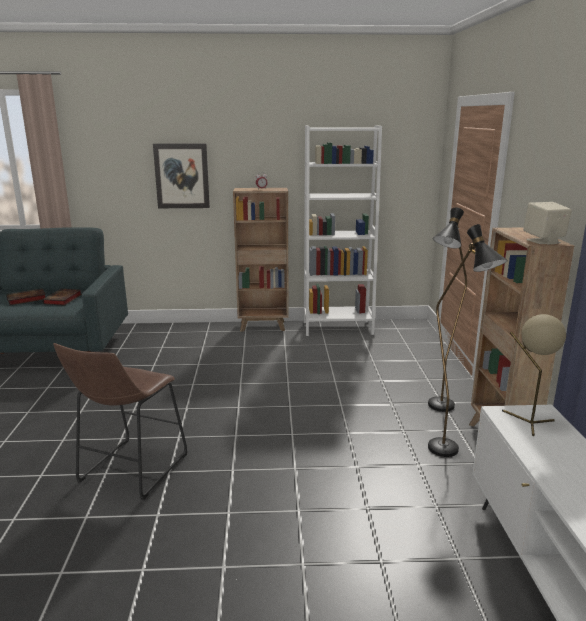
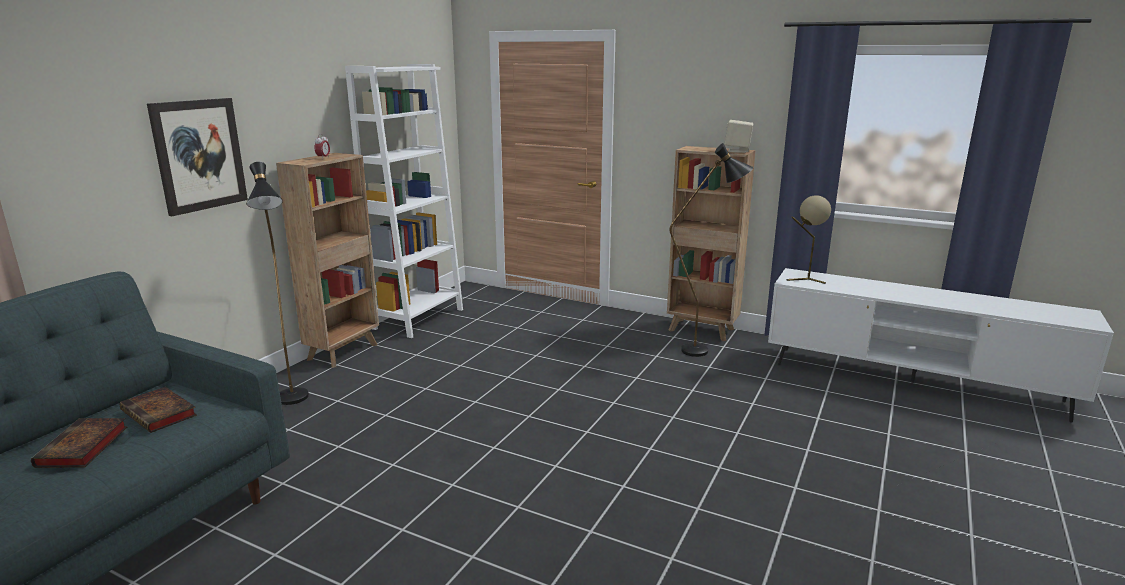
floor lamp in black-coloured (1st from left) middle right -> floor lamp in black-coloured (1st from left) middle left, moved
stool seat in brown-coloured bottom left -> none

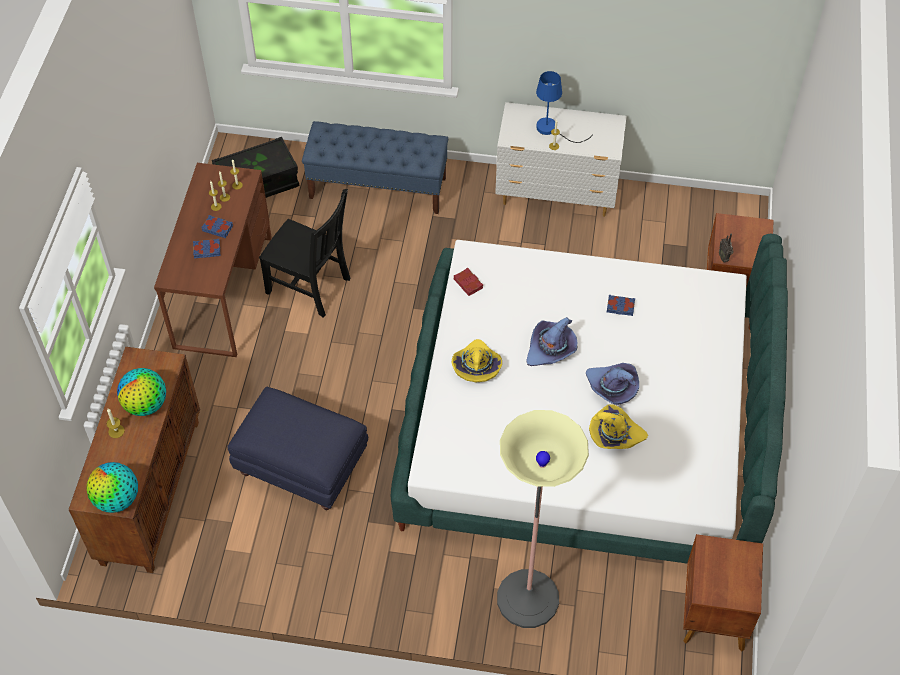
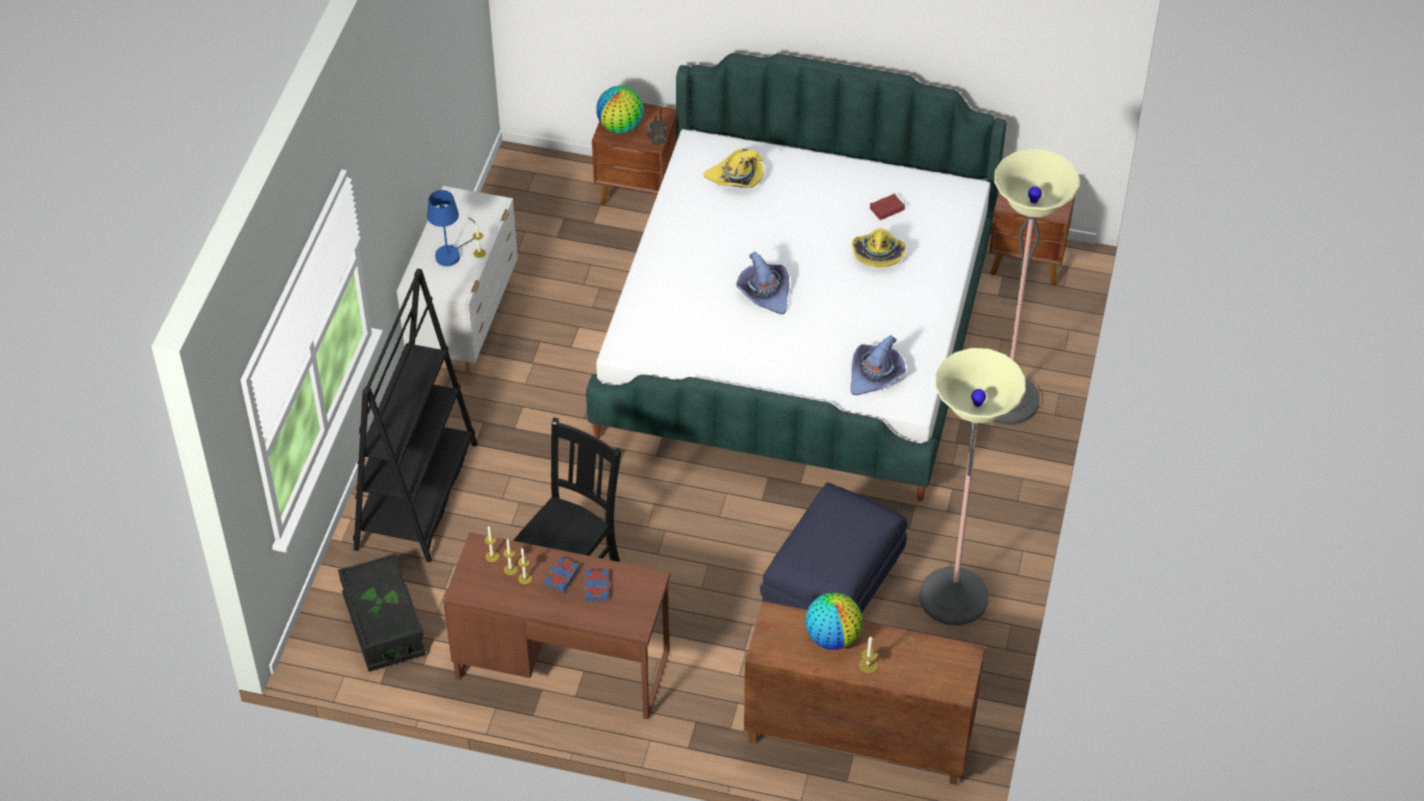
indoor bench in blue top centre -> shelving unit in black-coloured middle left
desk globe (1st from left) bottom left -> desk globe (1st from left) top centre, moved
hat in yellow (1st from left) centre -> hat in yellow (1st from left) top centre, moved
hat in purple-coloured (2nd from left) middle right -> hat in purple-coloured (2nd from left) centre, moved
bound book in red centre -> bound book in red top centre, moved
none -> floor lamp (1st from left) middle right
bound book in blue (3rd from left) middle right -> none

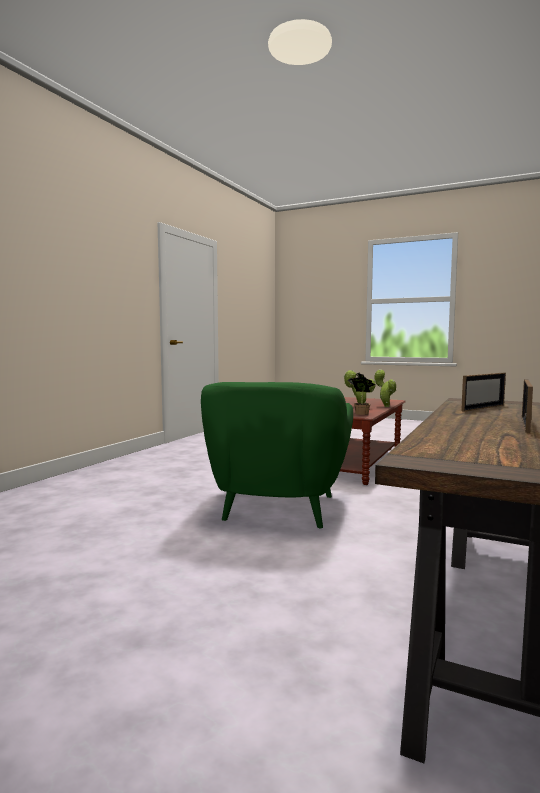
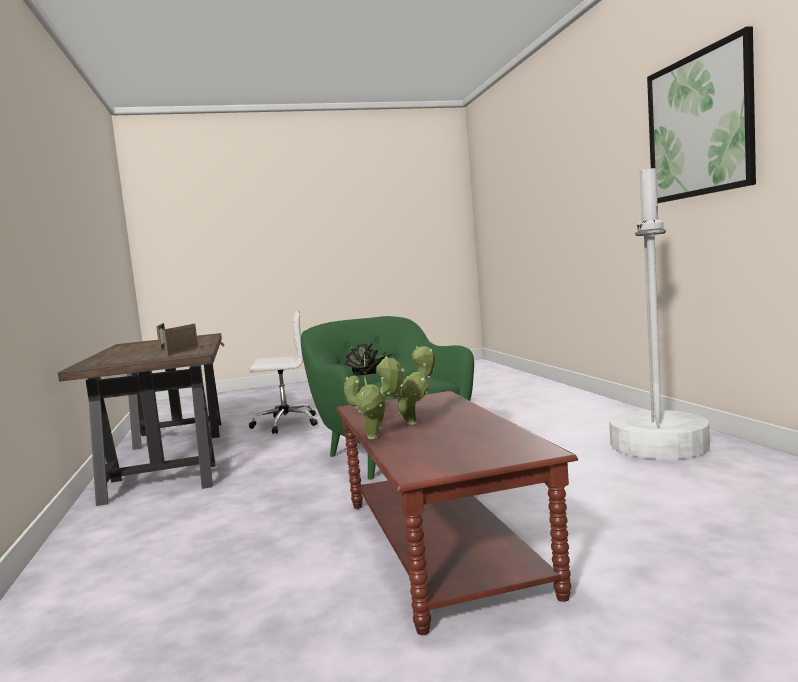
none -> desk chair in whitish centre
none -> floor lamp in whitish middle right
none -> picture top right

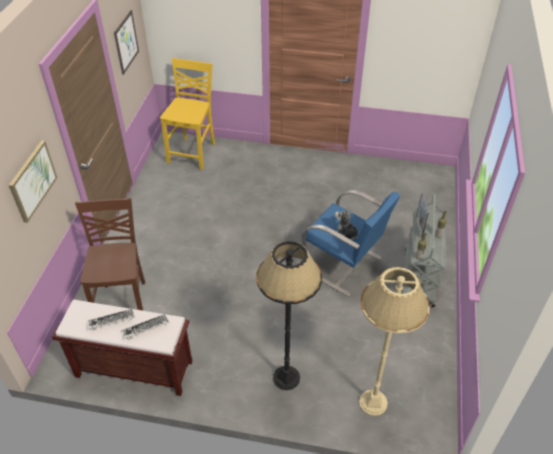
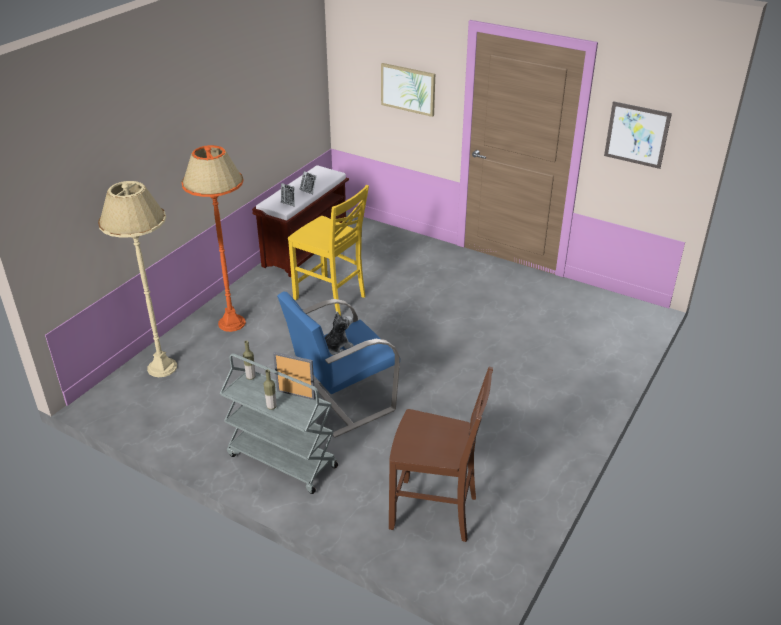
floor lamp in black-coloured bottom centre -> floor lamp in orange middle left
chair in yellow top centre -> chair in yellow centre, moved
chair in brown-coloured middle left -> chair in brown-coloured bottom centre, moved

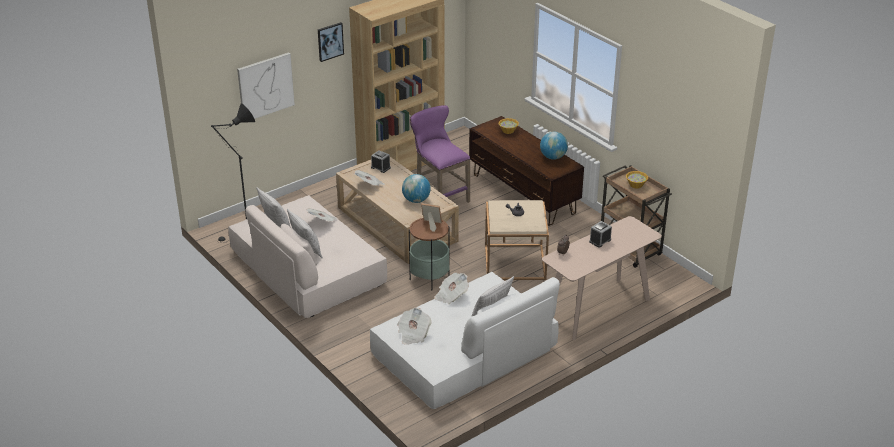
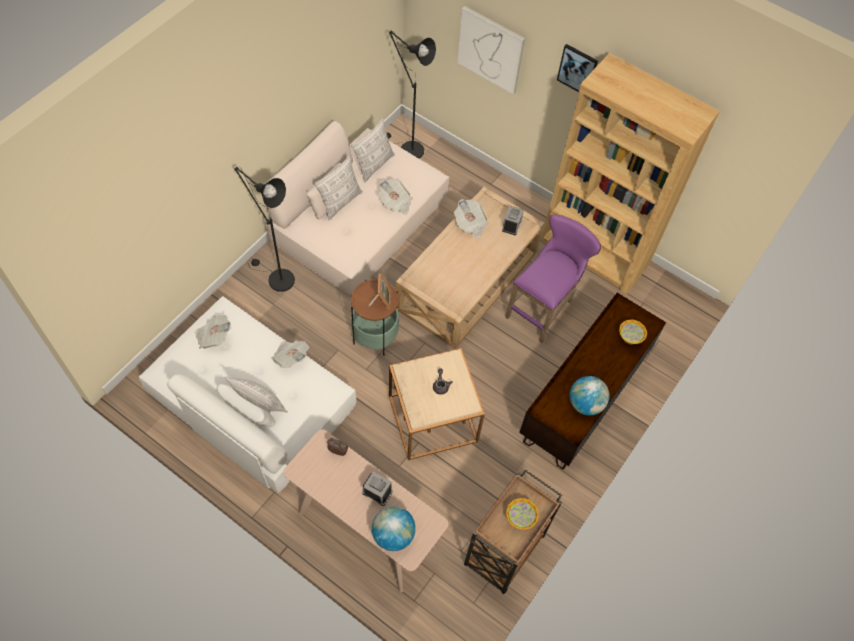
none -> floor lamp in black-coloured (1st from left) middle left
desk globe (1st from left) centre -> desk globe (1st from left) bottom centre, moved

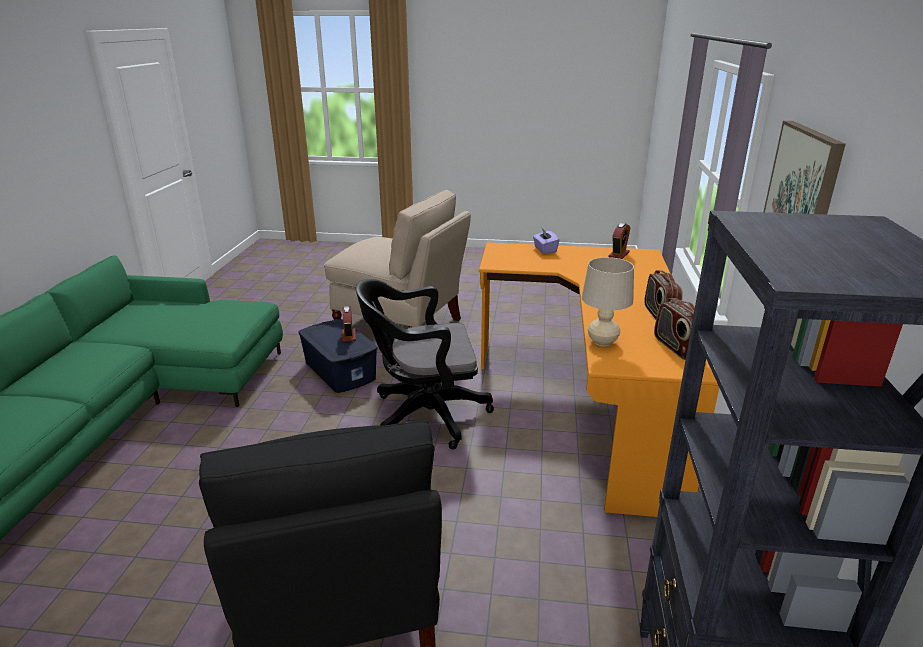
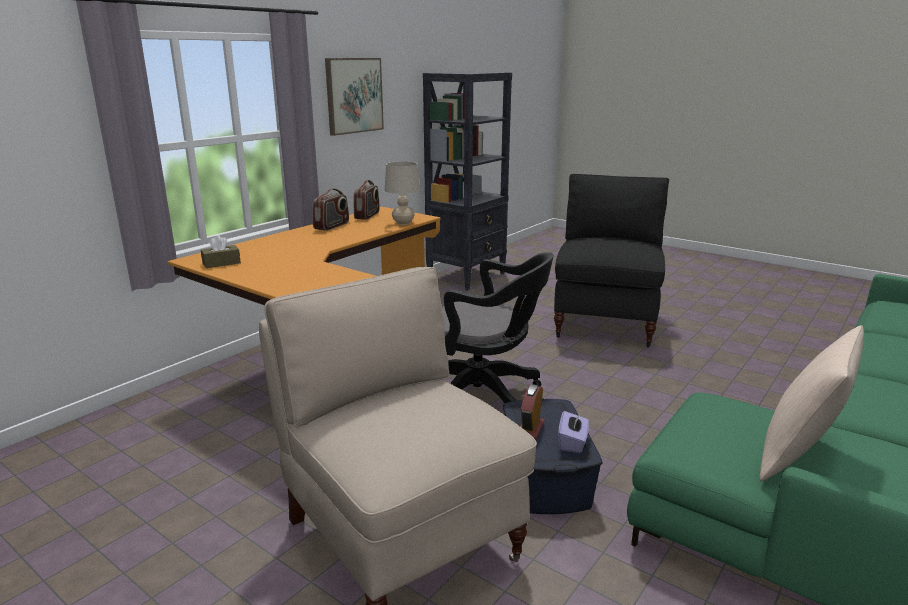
table clock (2nd from left) middle right -> box of tissues in brown-coloured middle left
box of tissues in purple-coloured centre -> box of tissues in purple-coloured bottom centre, moved
none -> throw pillow in beige-coloured middle right

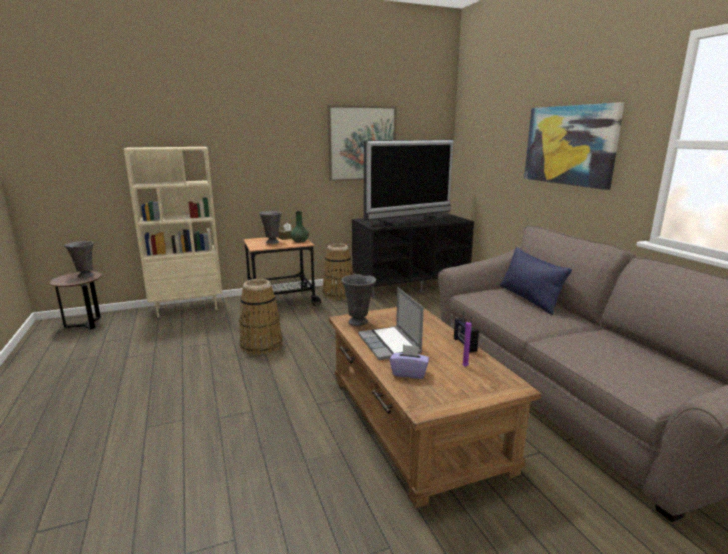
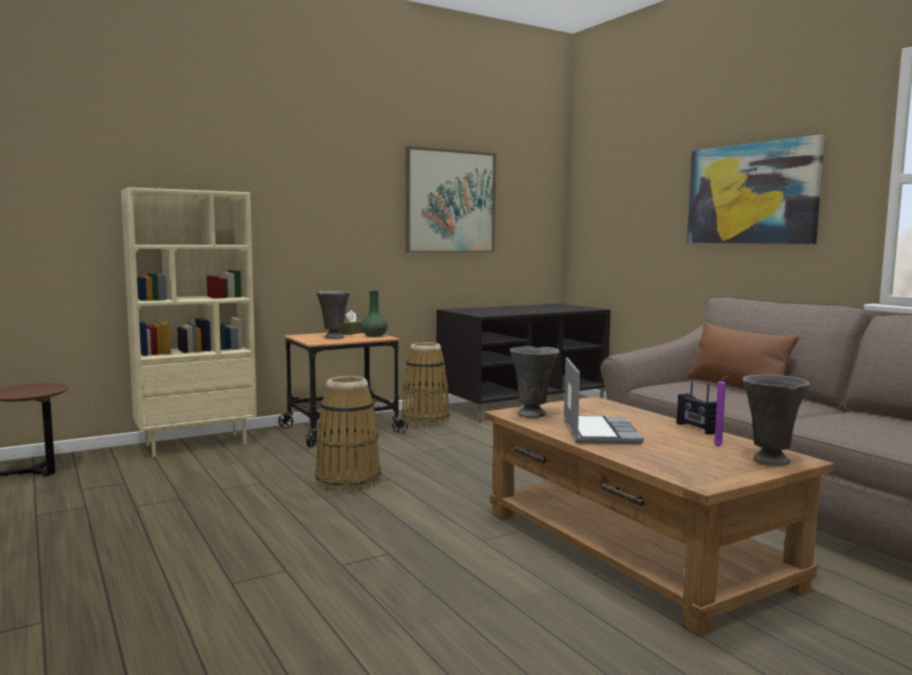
notebook computer centre, 150 degrees counterclockwise
throw pillow in blue middle right -> throw pillow in brown-coloured middle right
flower vase in gray (1st from left in the first image) middle left -> flower vase in gray (3rd from left) middle right, moved
television top centre -> none
box of tissues in purple-coloured centre -> none

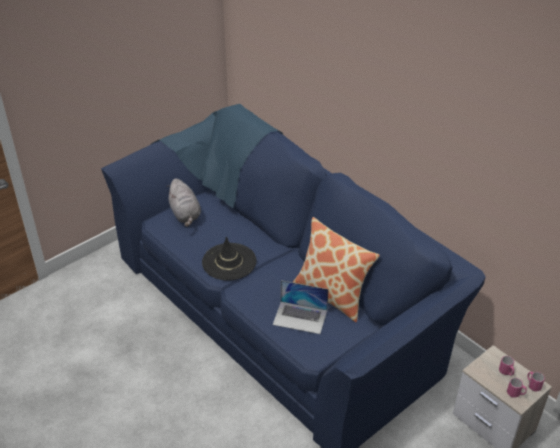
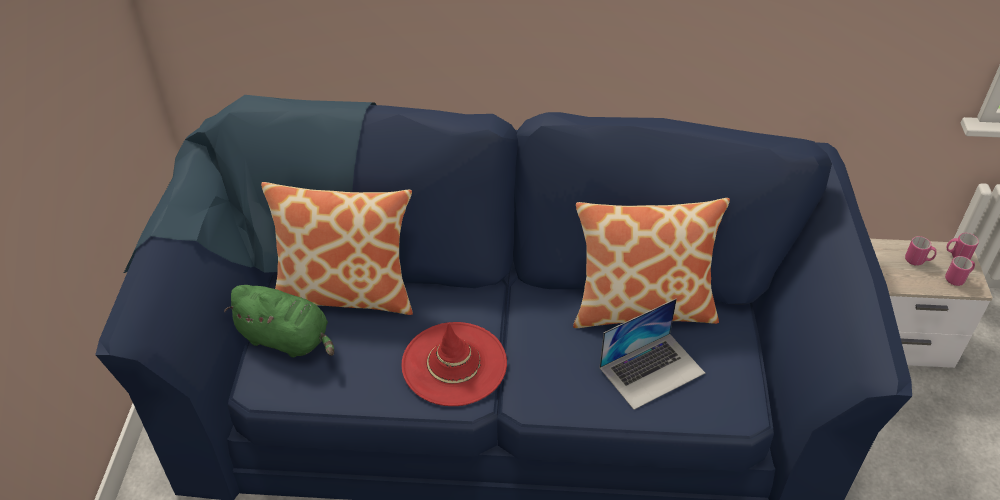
soft toy in gray middle left -> soft toy in greenish middle left
none -> throw pillow (1st from left) centre
hat in black-coloured centre -> hat in red bottom centre

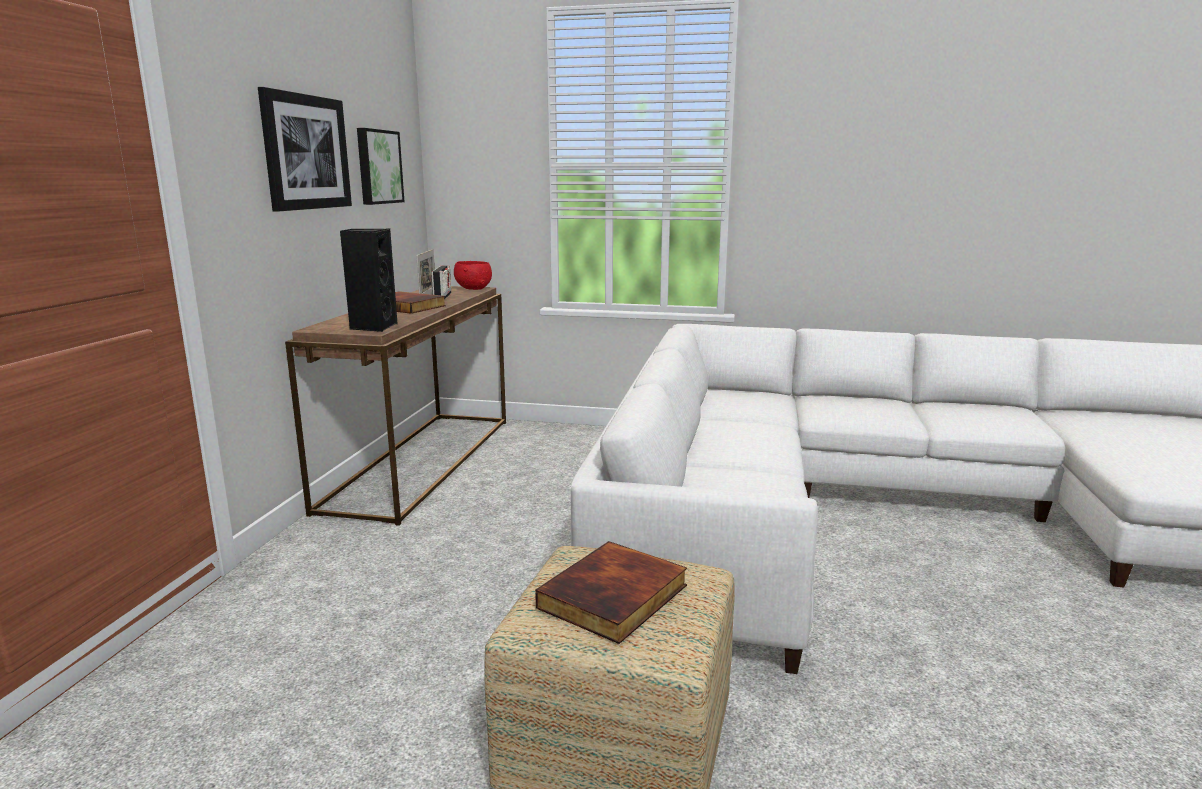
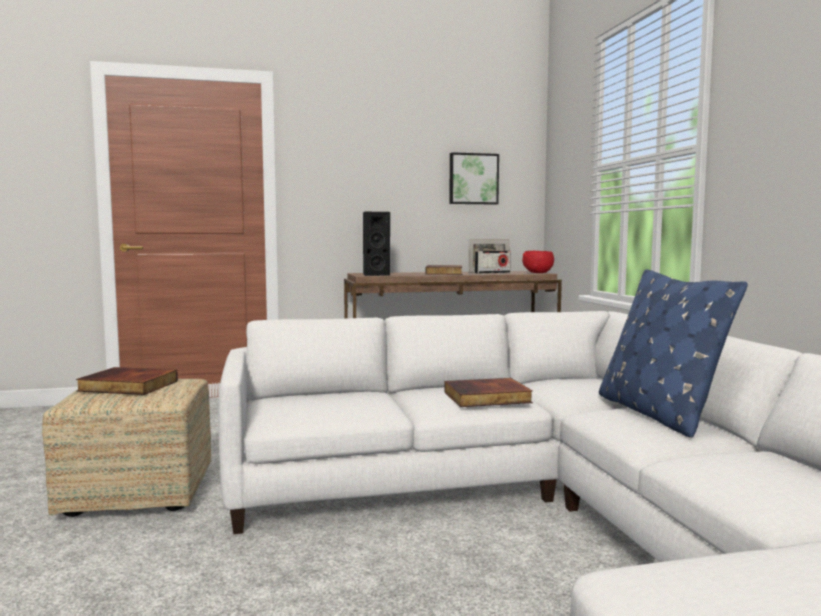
none -> bound book (3rd from left) centre
none -> throw pillow in blue middle right
picture (1st from left) top left -> none

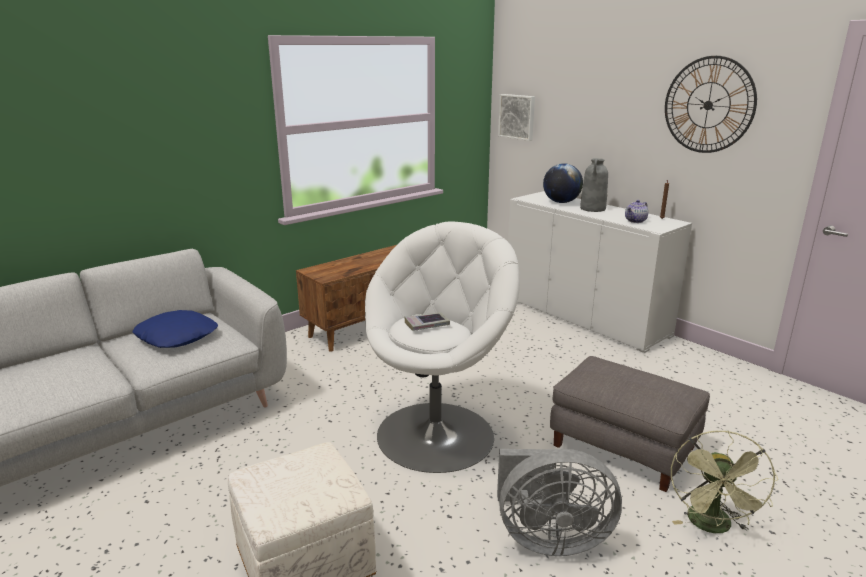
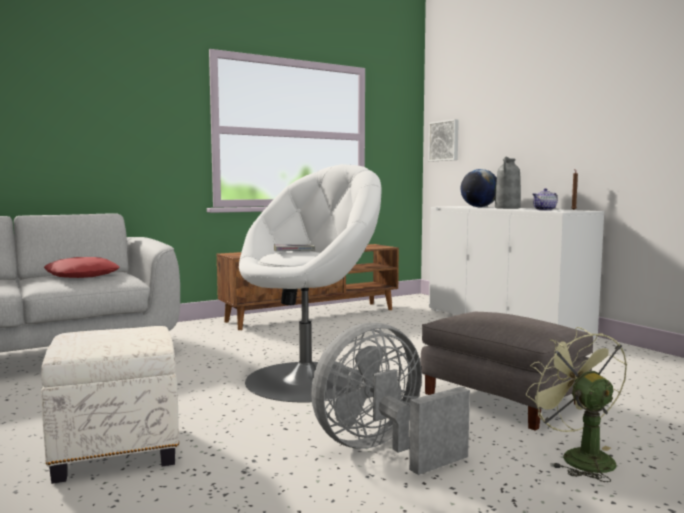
throw pillow in blue middle left -> throw pillow in red middle left
electric fan in gray bottom centre, 135 degrees clockwise
electric fan in greenish bottom right, 135 degrees clockwise
clock on the wall top right -> none

